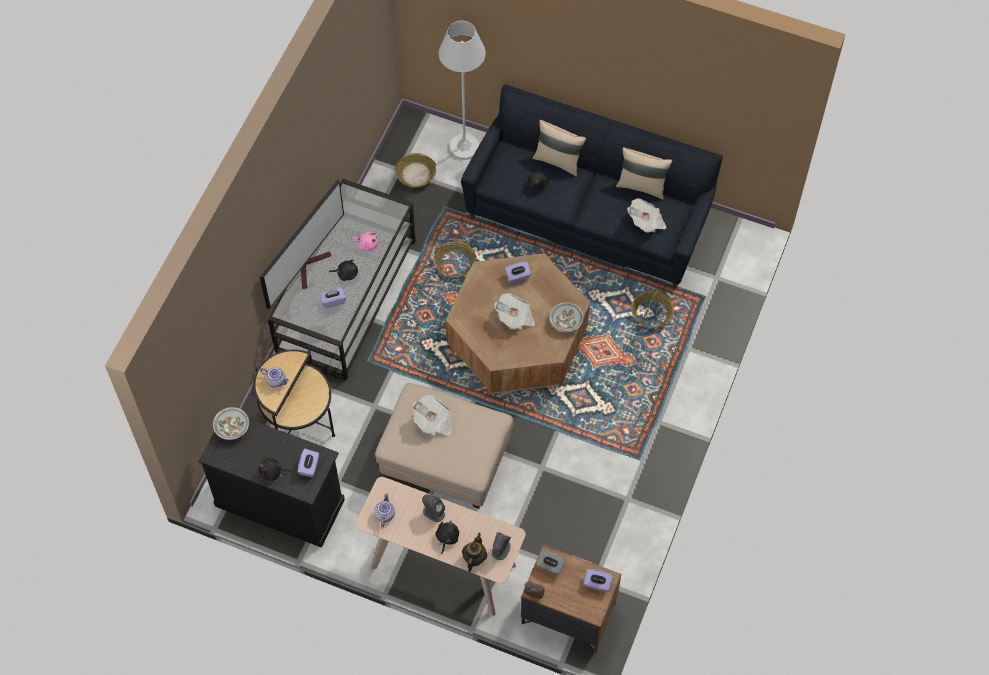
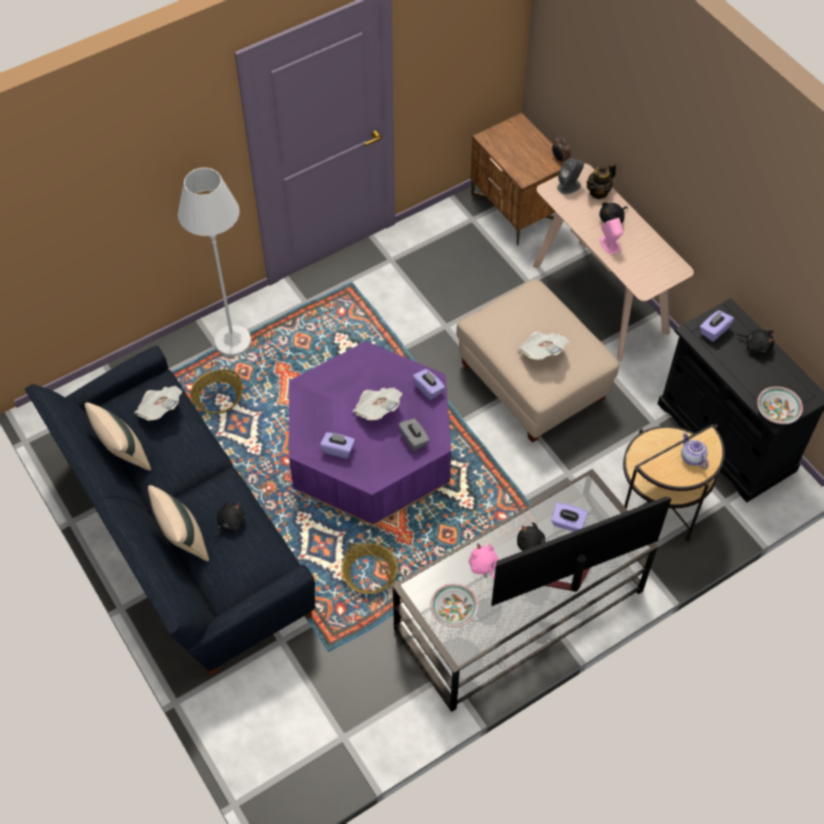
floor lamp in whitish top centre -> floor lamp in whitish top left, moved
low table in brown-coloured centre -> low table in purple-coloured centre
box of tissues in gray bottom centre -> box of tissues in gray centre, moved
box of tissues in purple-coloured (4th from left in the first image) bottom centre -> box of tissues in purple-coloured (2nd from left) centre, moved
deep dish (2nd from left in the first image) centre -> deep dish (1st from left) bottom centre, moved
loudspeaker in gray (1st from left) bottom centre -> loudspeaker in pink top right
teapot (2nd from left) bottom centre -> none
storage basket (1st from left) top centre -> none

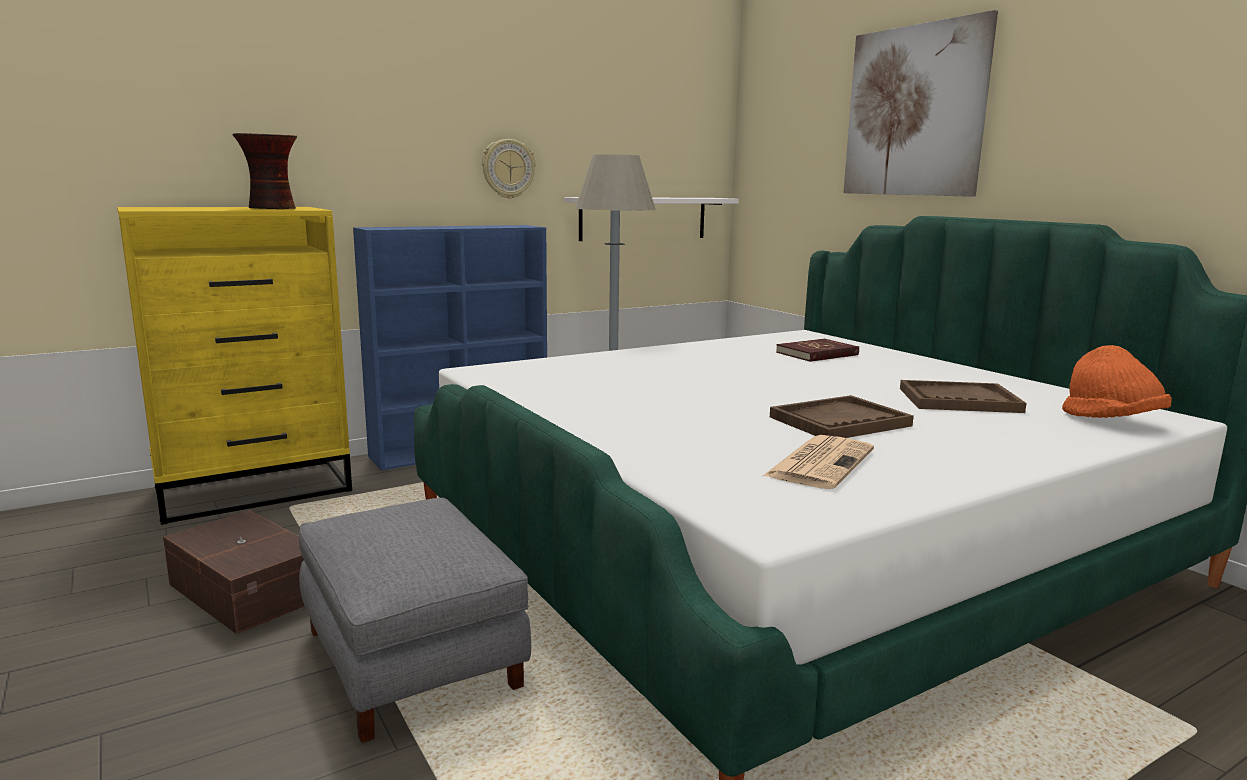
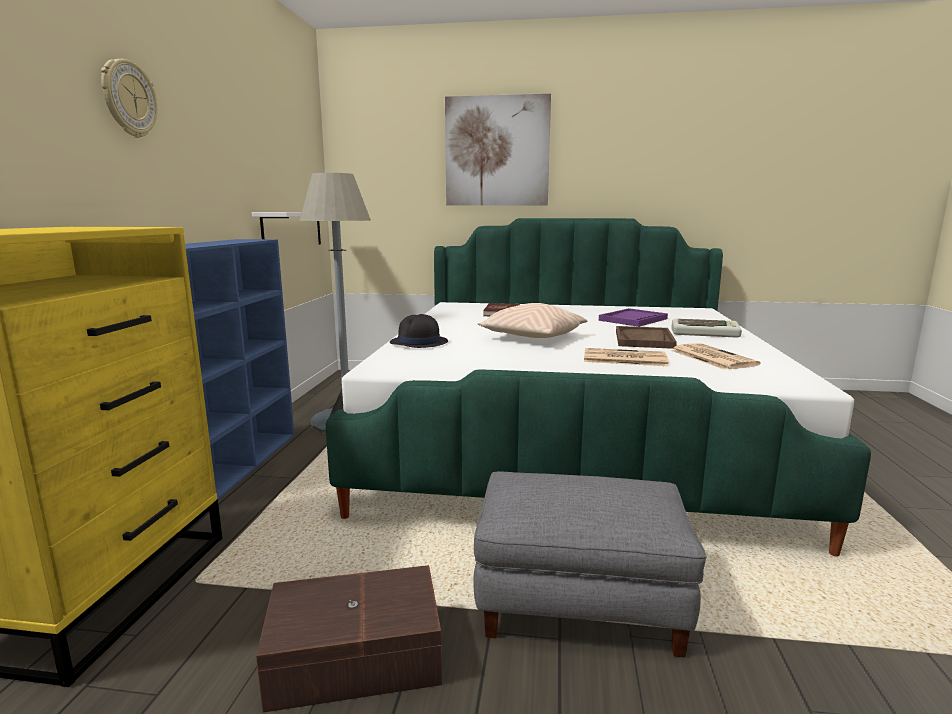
clock on the wall top centre -> clock on the wall top left, moved
none -> hat in black-coloured centre
none -> throw pillow in beige-coloured centre
none -> printed paper (1st from left) centre
carrying tray in brown-coloured (2nd from left) middle right -> carrying tray in purple-coloured centre
none -> PC keyboard middle right
flower vase top left -> none
hat in orange middle right -> none

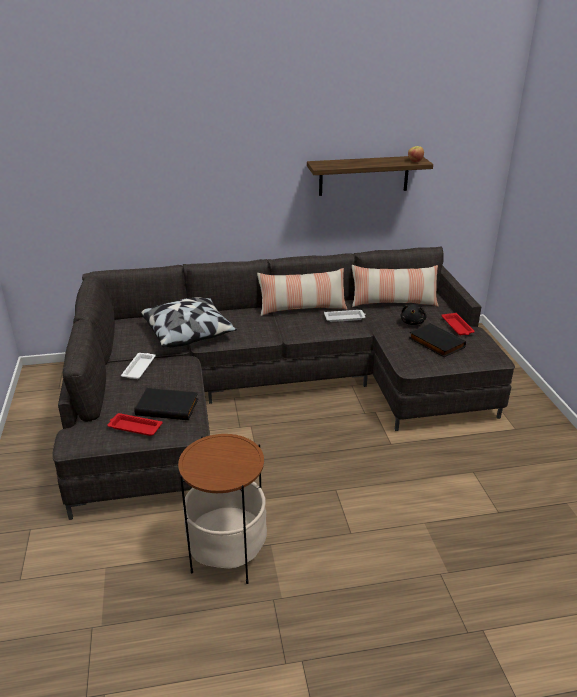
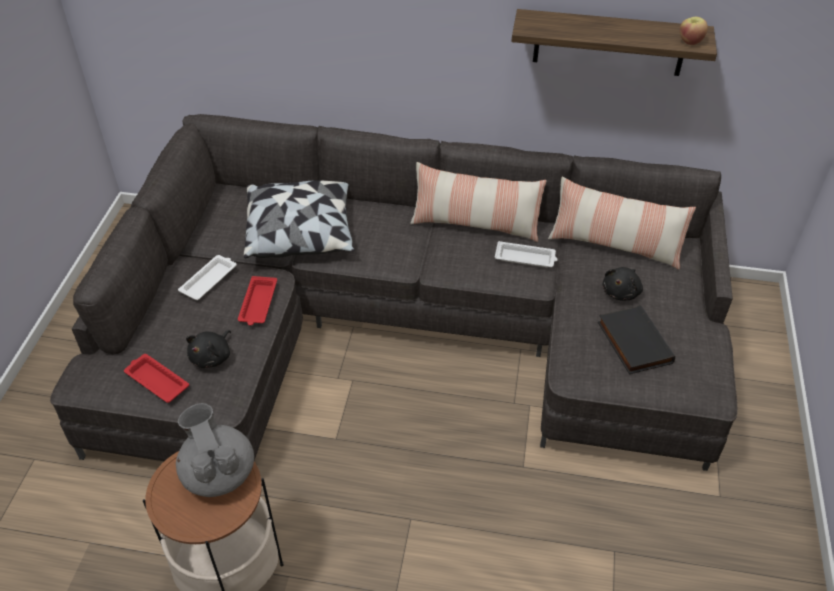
none -> teapot in gray bottom left
bound book in black-coloured (1st from left) middle left -> soft toy in black-coloured (1st from left) middle left
carrying tray in red (2nd from left) middle right -> carrying tray in red (2nd from left) middle left, moved

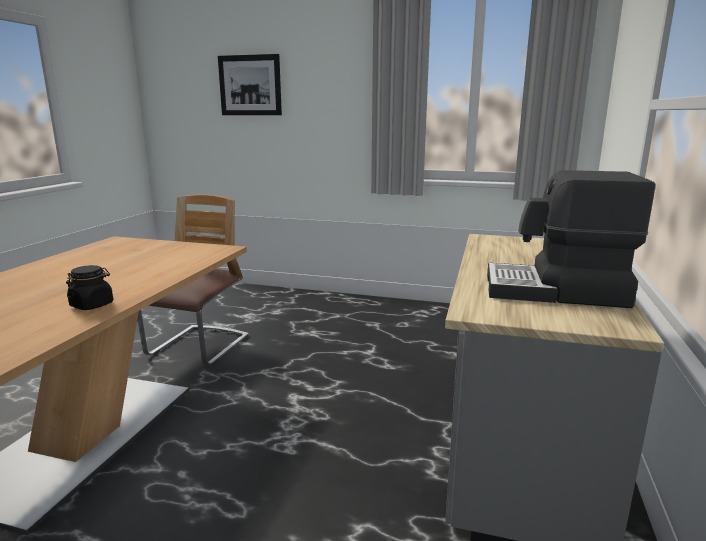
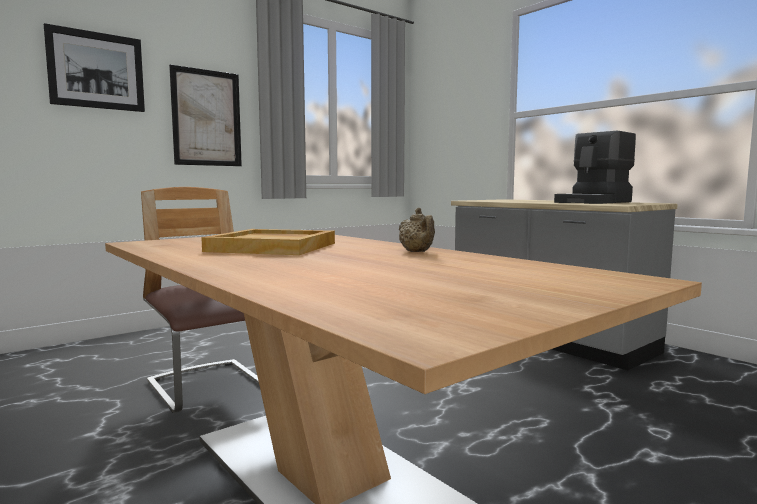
none -> picture (2nd from left) top left
none -> carrying tray in beige-coloured centre
storage jar in black-coloured middle left -> teapot in beige-coloured centre

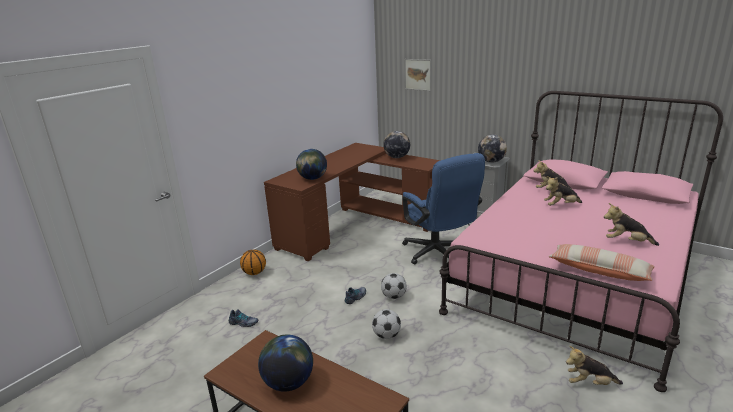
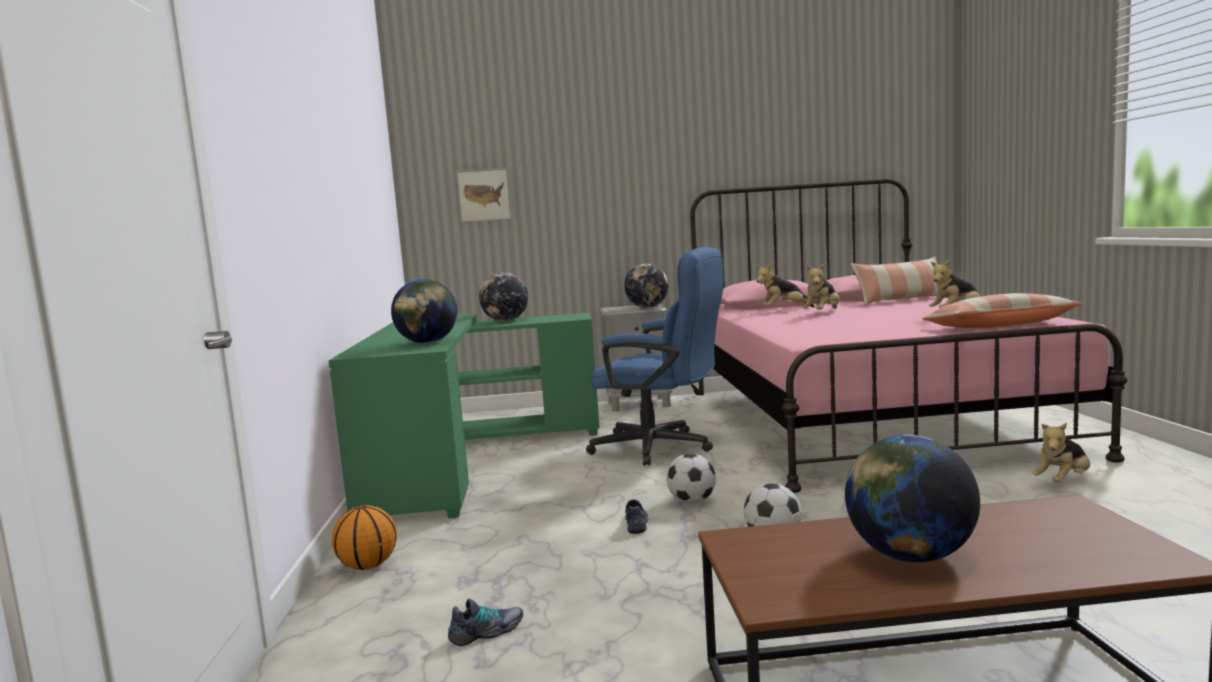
desk unit in brown-coloured centre -> desk unit in greenish centre
none -> throw pillow (1st from left) middle right

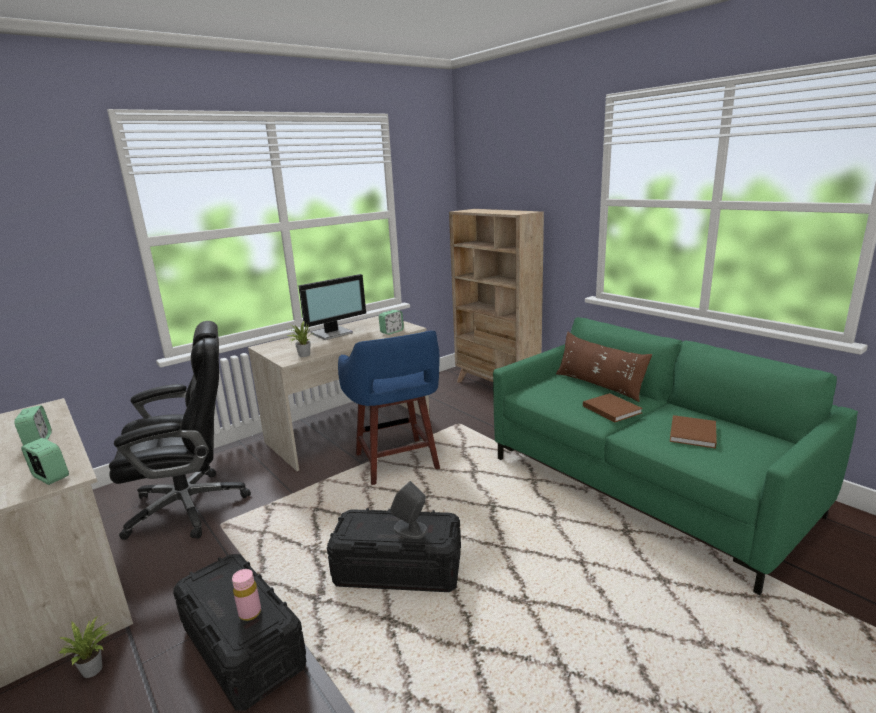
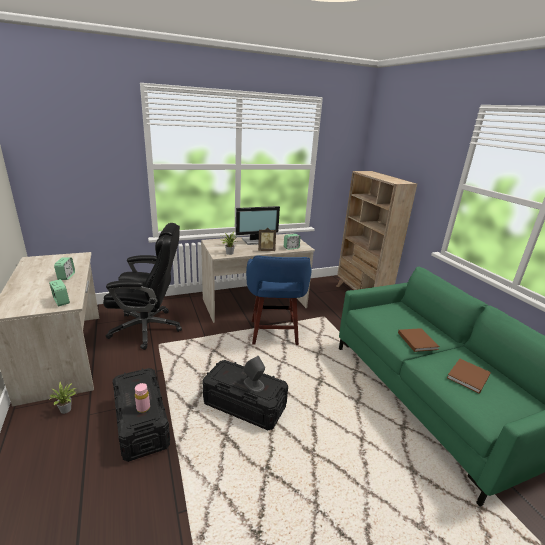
none -> picture frame centre
throw pillow in brown-coloured middle right -> none

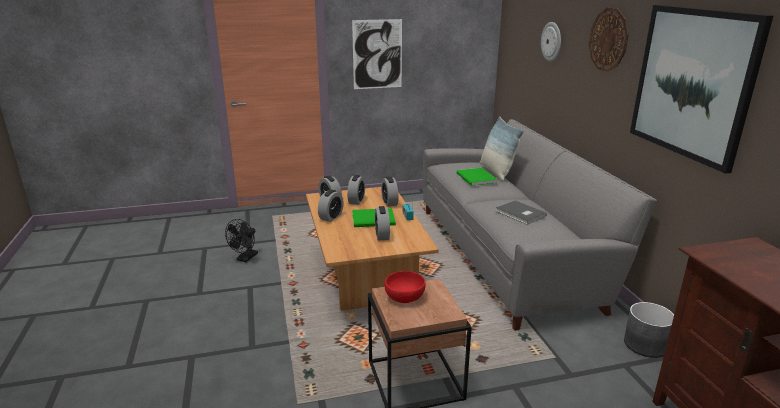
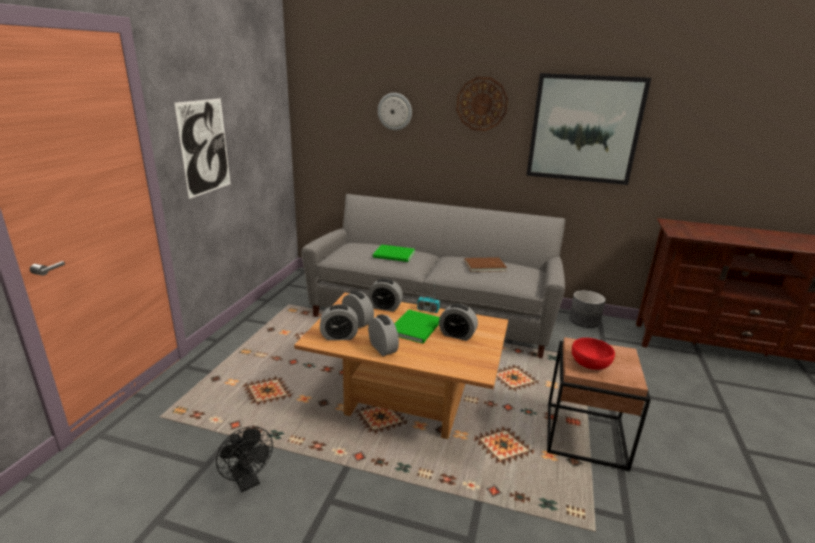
bound book in gray middle right -> bound book in brown-coloured centre
throw pillow centre -> none

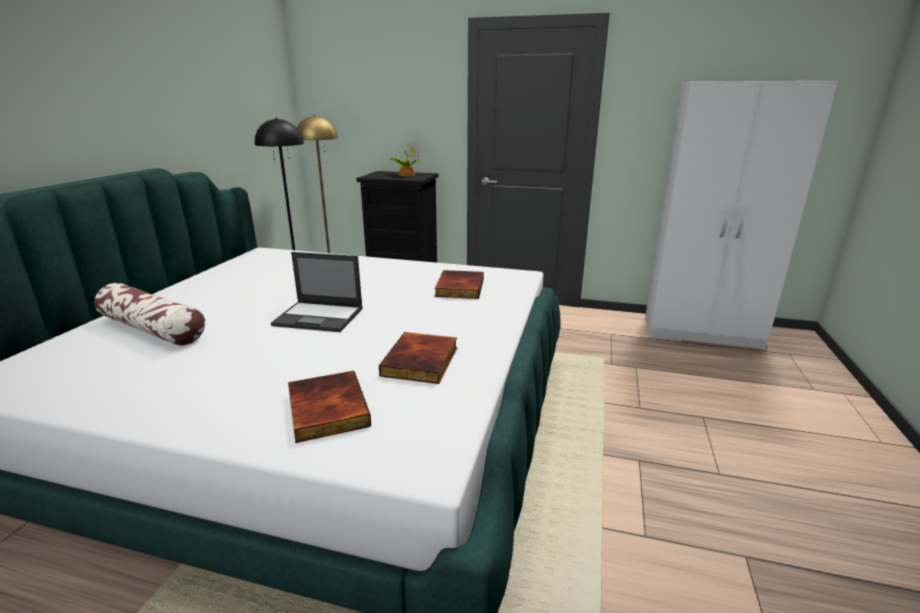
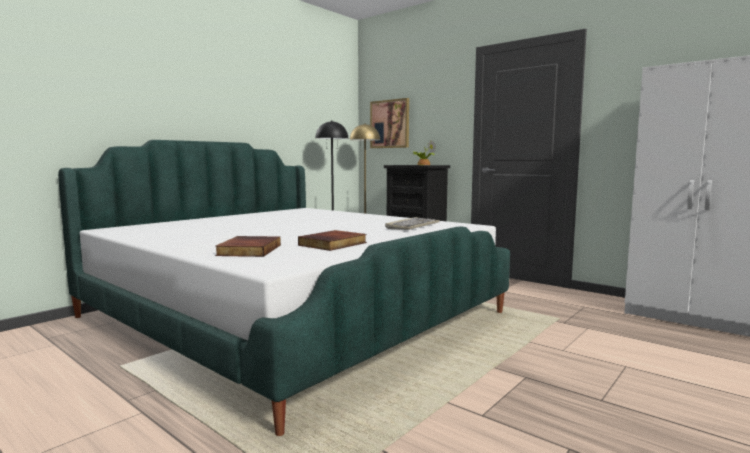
none -> picture top centre
bound book (3rd from left) centre -> PC keyboard centre
throw pillow middle left -> none
notebook computer centre -> none

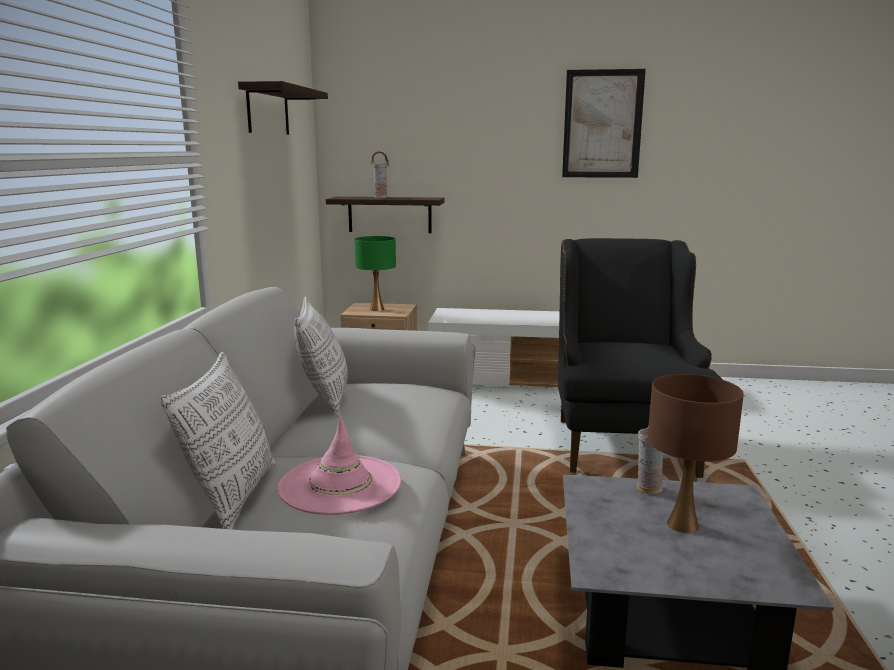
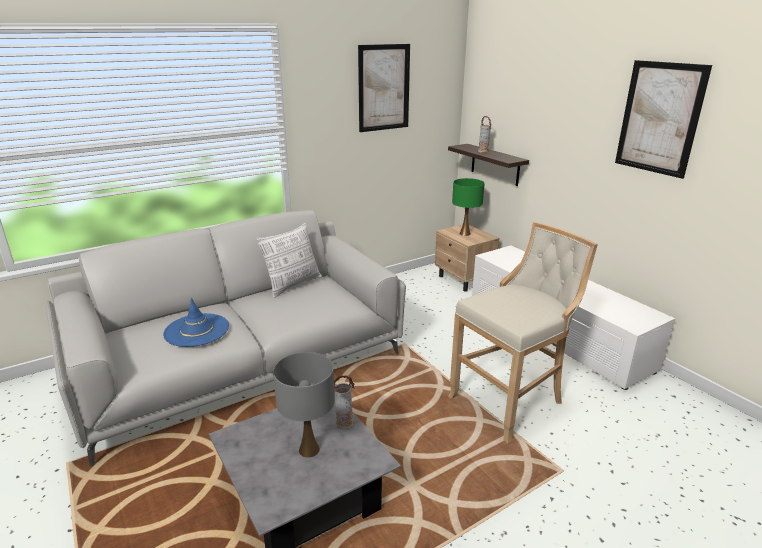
hat in pink bottom centre -> hat in blue middle left
lamp for a table in brown-coloured bottom right -> lamp for a table in gray bottom centre
bracket shelf (1st from left) top left -> picture (1st from left) top centre
lounge chair in black-coloured middle right -> stool seat in beige-coloured middle right
throw pillow (1st from left) middle left -> none

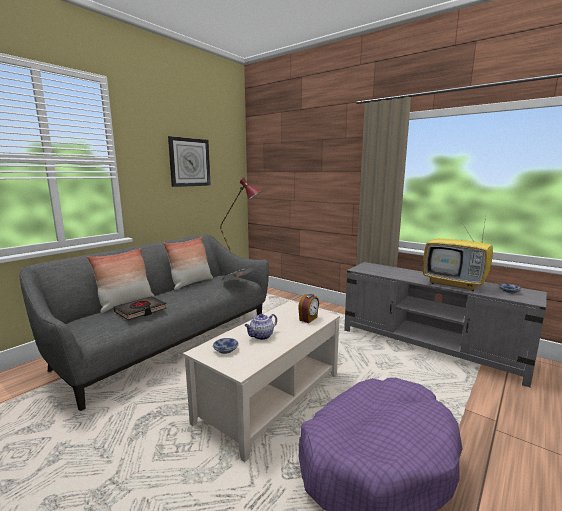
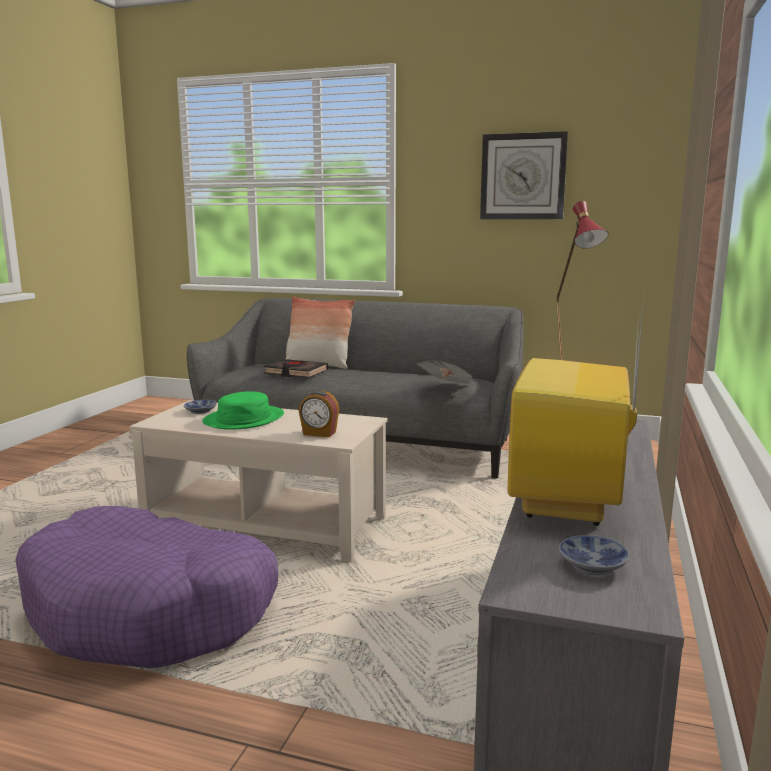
teapot centre -> hat in greenish middle left
throw pillow (2nd from left) centre -> none

